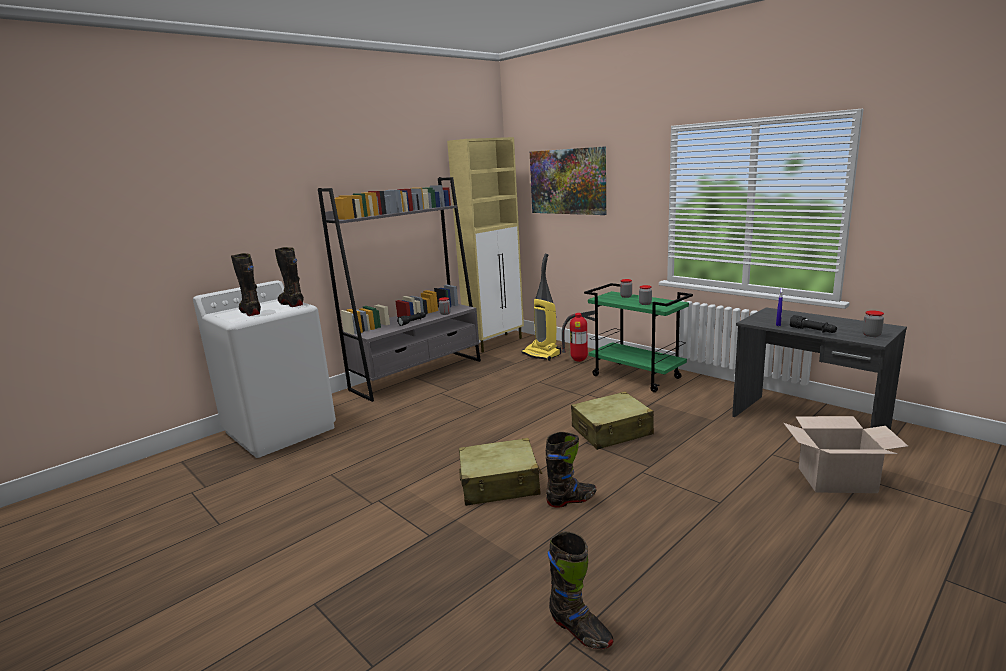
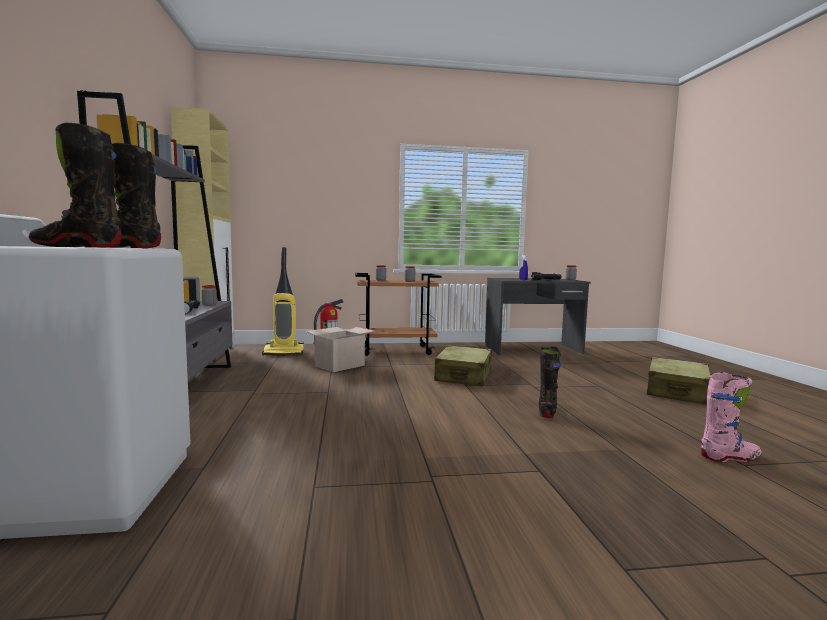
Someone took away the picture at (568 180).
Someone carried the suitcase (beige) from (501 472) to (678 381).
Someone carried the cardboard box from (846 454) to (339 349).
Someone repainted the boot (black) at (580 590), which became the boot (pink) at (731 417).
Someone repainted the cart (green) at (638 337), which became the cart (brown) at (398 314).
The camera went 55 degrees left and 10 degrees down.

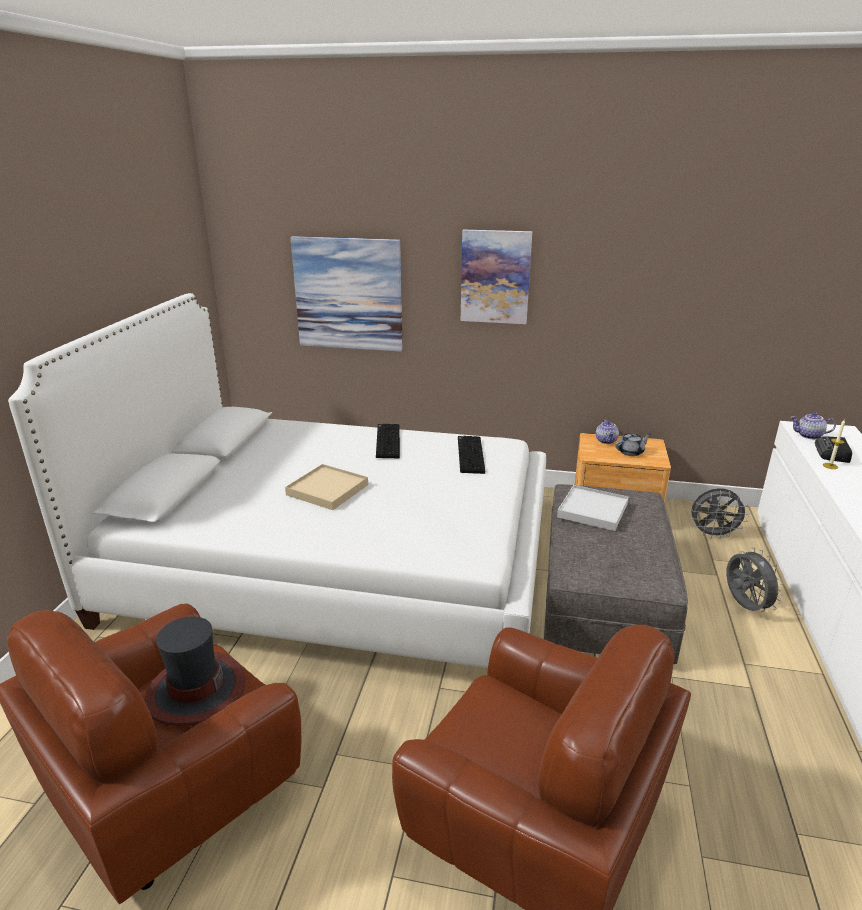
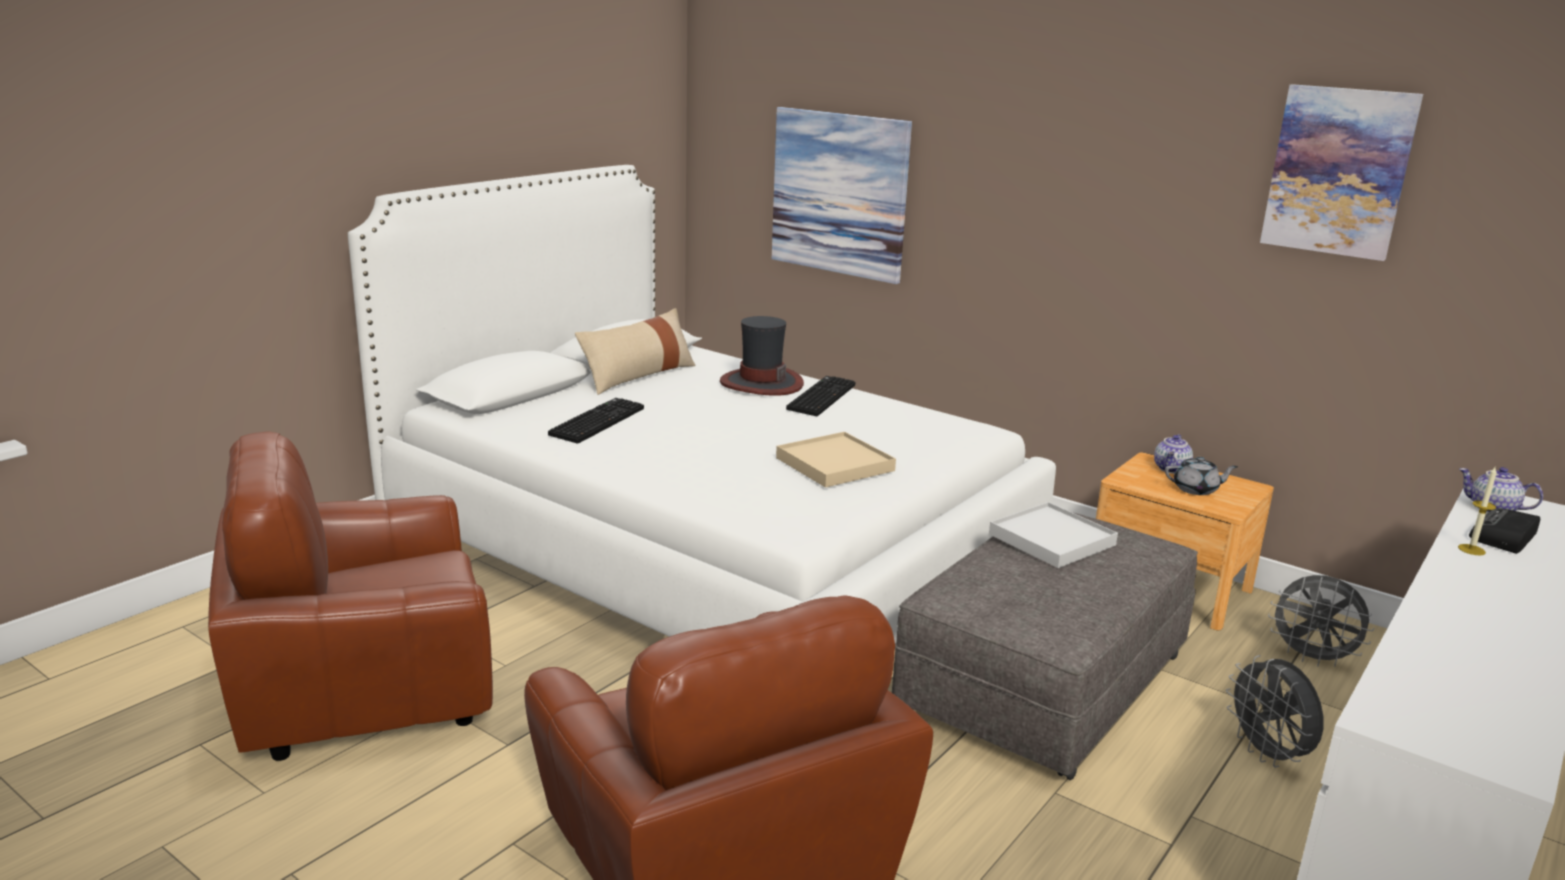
Someone put down the pillow (beige) at (635 351).
Someone carried the hat from (194 671) to (762 356).
Someone carried the tray (beige) from (326 487) to (836 460).
Someone carried the keyboard from (471 455) to (596 421).
Someone carried the picture from (496 277) to (1341 172).
Someone rotated the fan (grey) at (755 579) by 150 degrees clockwise.
The camera went 25 degrees right and 5 degrees down.

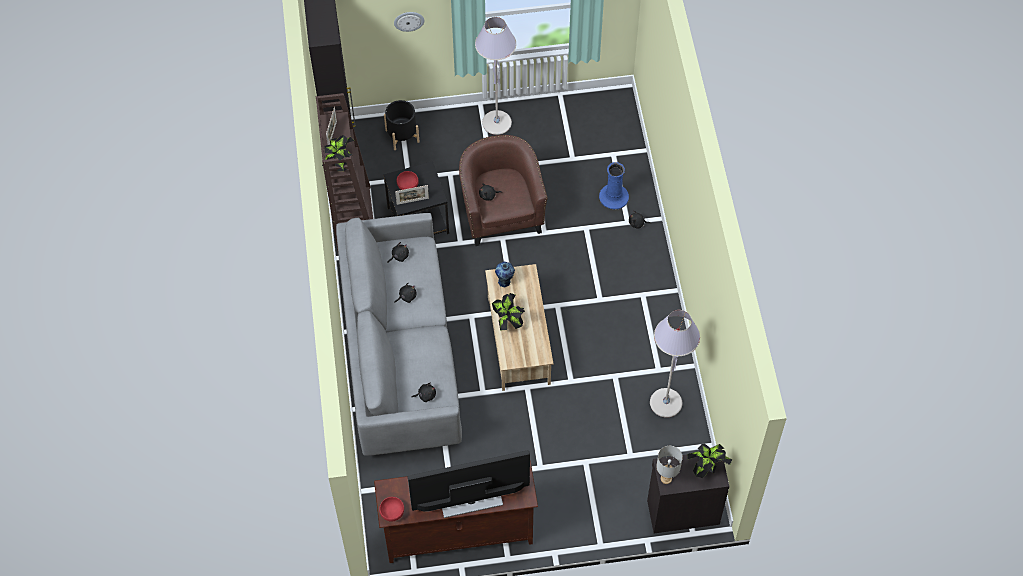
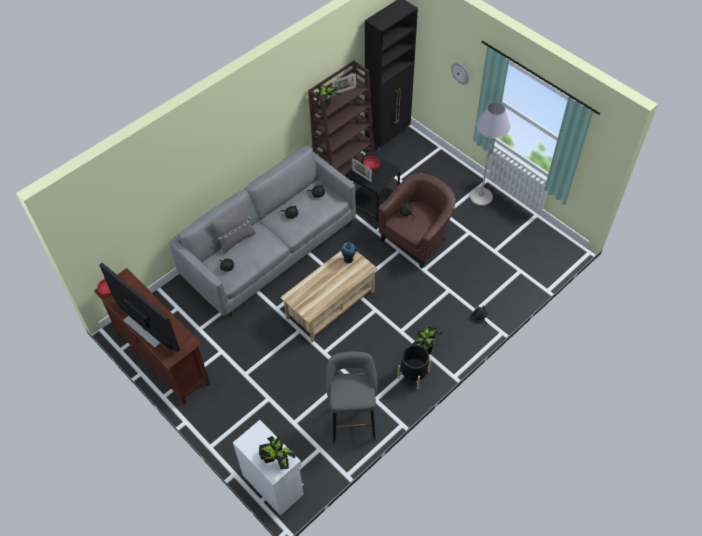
Someone took away the vase (blue) at (614 186).
Someone took away the table lamp (grey) at (669 465).
Someone put down the pillow (grey) at (233 228).
Someone carried the planter (black) from (402 125) to (414 367).
Someone carried the potted plant from (508 311) to (427 341).
Someone swapped the floor lamp (grey) at (675 364) for the stool (grey) at (352 398).
Someone repainted the cabinet (black) at (688 494), which became the cabinet (white) at (269 468).
The camera went 55 degrees right and 5 degrees down.

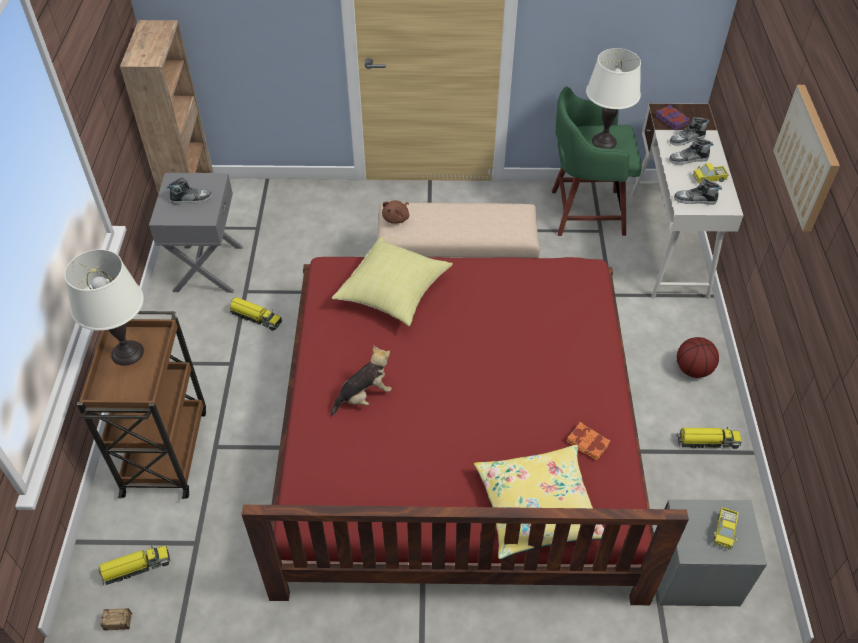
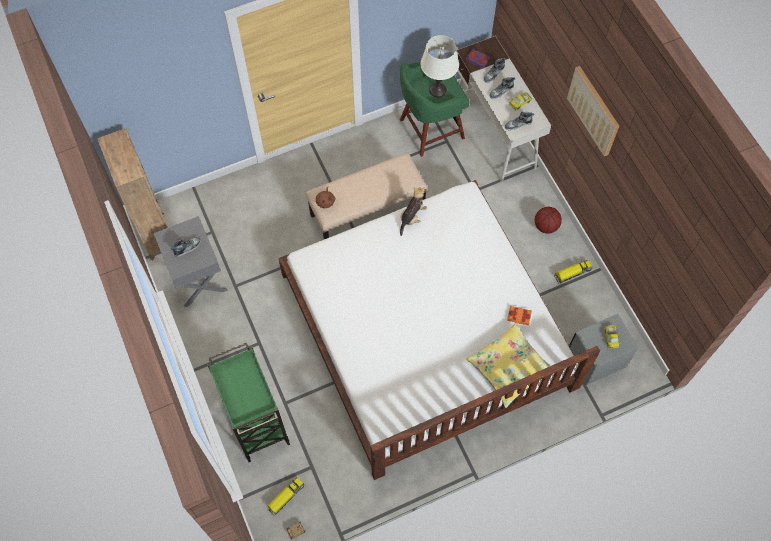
Someone took away the table lamp (white) at (104 307).
Someone took away the toy truck at (256 314).
Someone took away the pillow (yellow) at (392 281).
Someone carried the plush toy from (361 380) to (413 211).
Someone repainted the cart (brown) at (141 405), which became the cart (green) at (248 402).
Someone repainted the bed (red) at (465 431), which became the bed (white) at (439 330).
The camera went 25 degrees left and 15 degrees up.

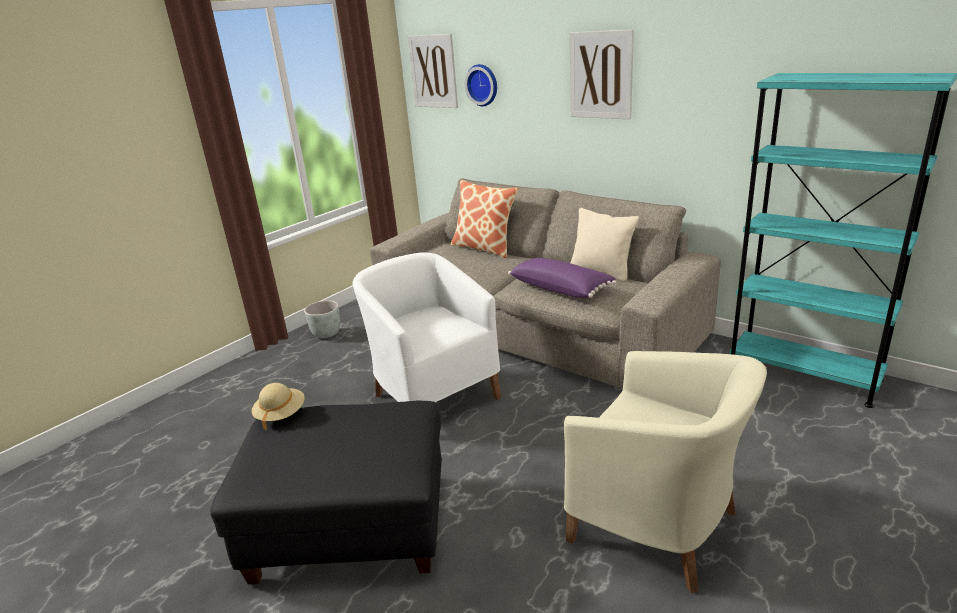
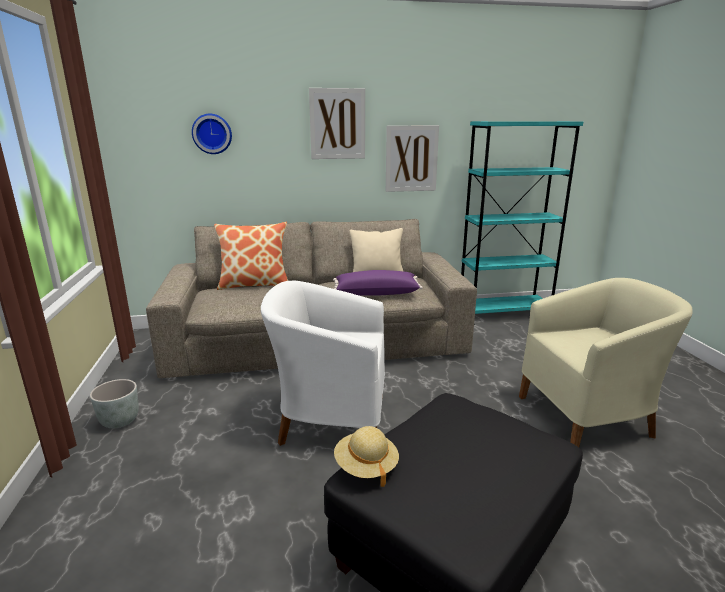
Someone carried the picture from (433 71) to (412 158).
The camera went 50 degrees left and 5 degrees down.

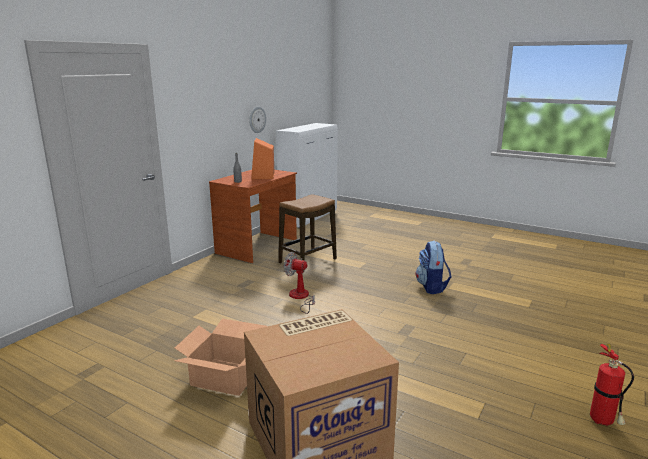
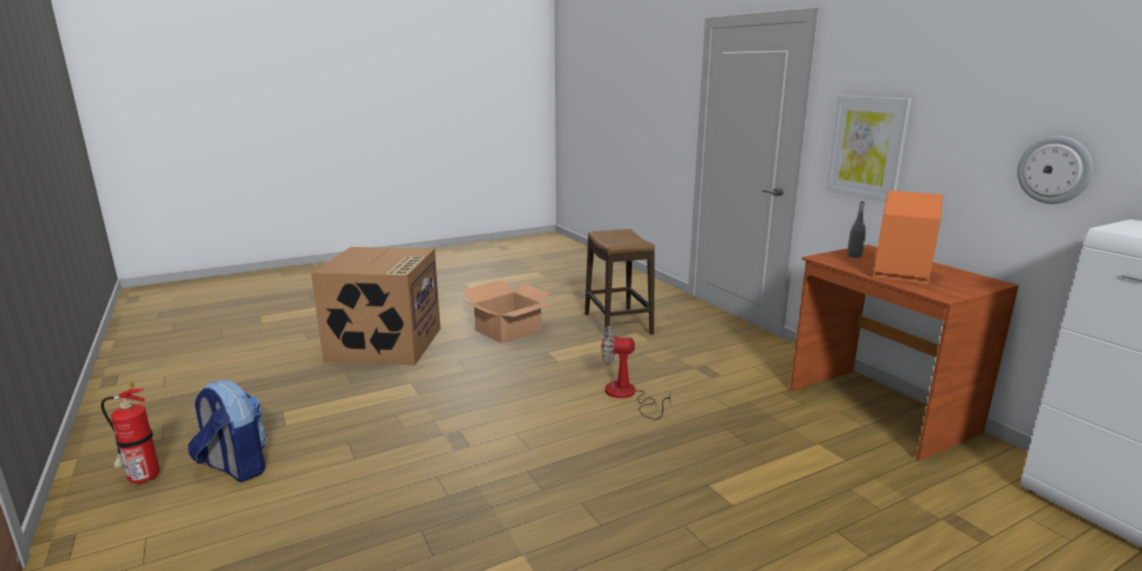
Someone put up the picture at (869 148).
Someone carried the stool from (308 228) to (620 284).
Someone carried the backpack from (433 267) to (227 431).
Someone rotated the fan at (299 283) by 135 degrees counterclockwise.
The camera went 120 degrees right and 0 degrees up.

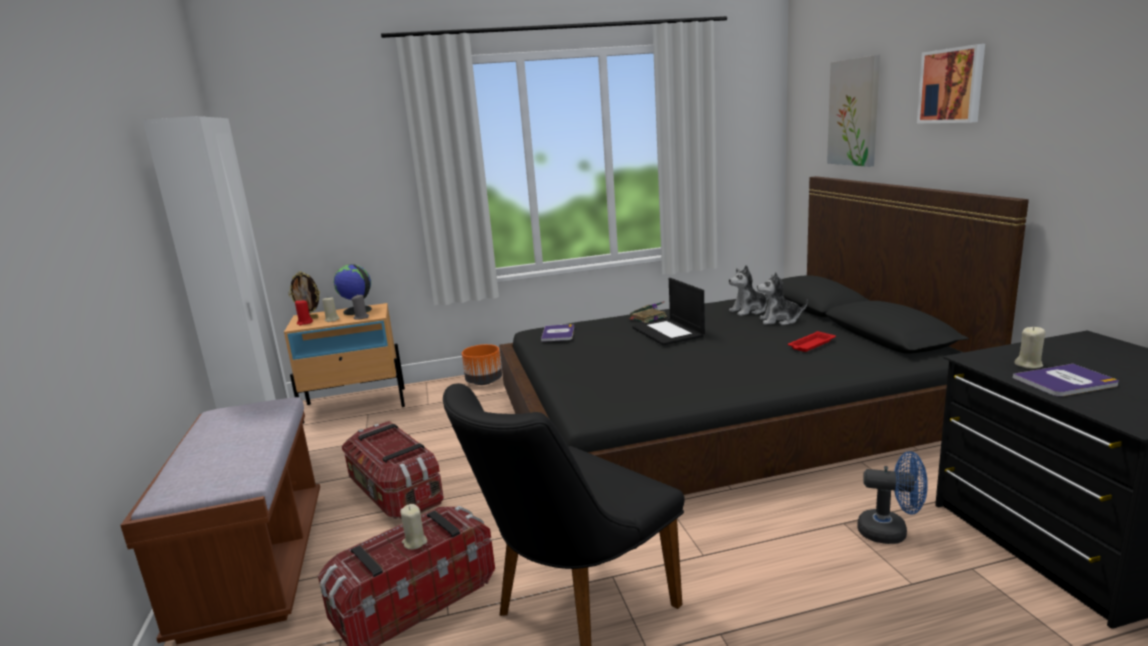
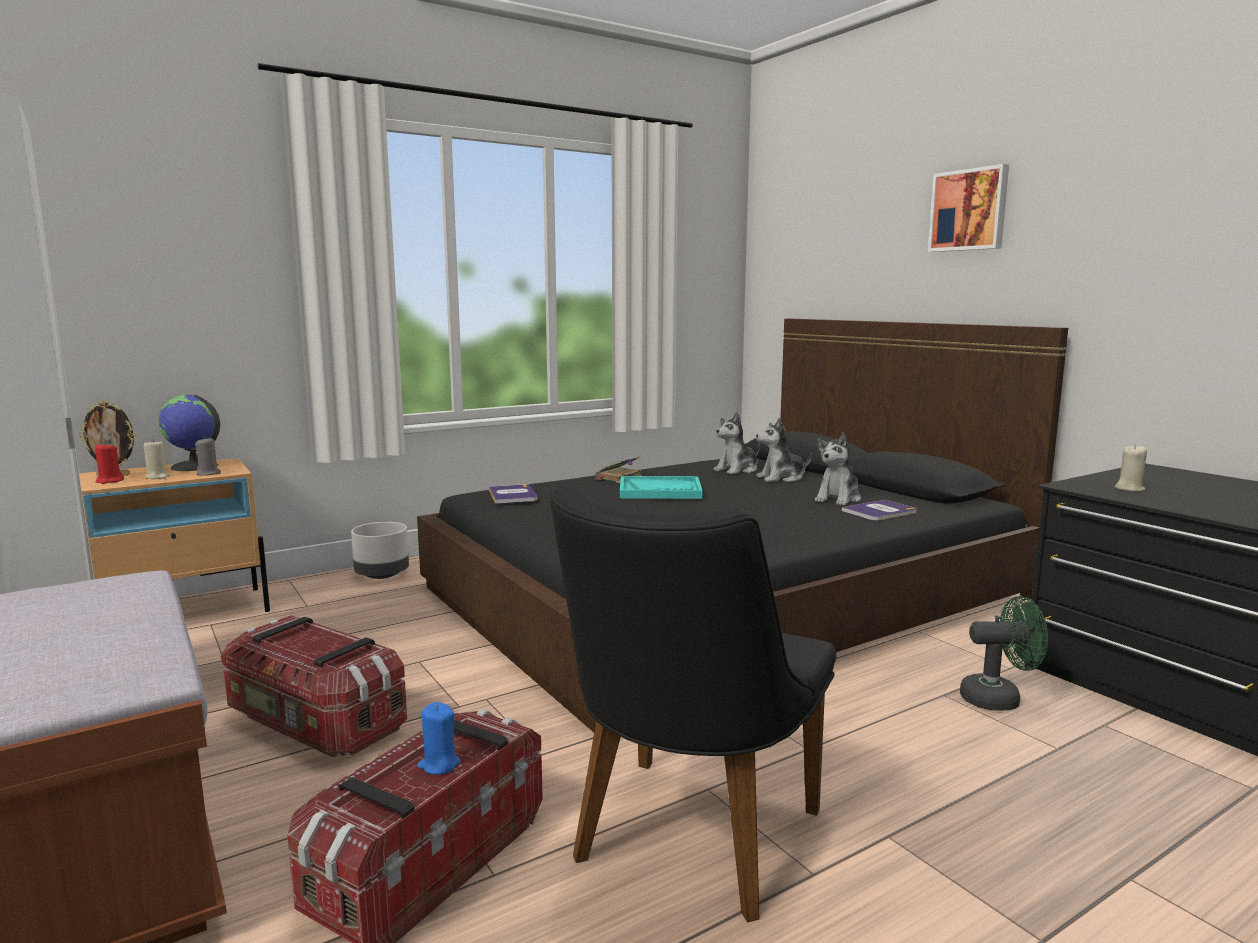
Someone took away the picture at (853 111).
Someone carried the book from (1066 380) to (879 510).
Someone swapped the laptop at (668 311) for the tray (turquoise) at (661 487).
Someone swapped the tray (red) at (812 341) for the plush toy at (838 469).
Someone repainted the candle (beige) at (413 527), which became the candle (blue) at (439 738).
Someone repainted the planter (orange) at (482 364), which became the planter (grey) at (380 550).
Someone repainted the fan (blue) at (892 497), which became the fan (green) at (1004 653).
The camera went 20 degrees left and 5 degrees down.

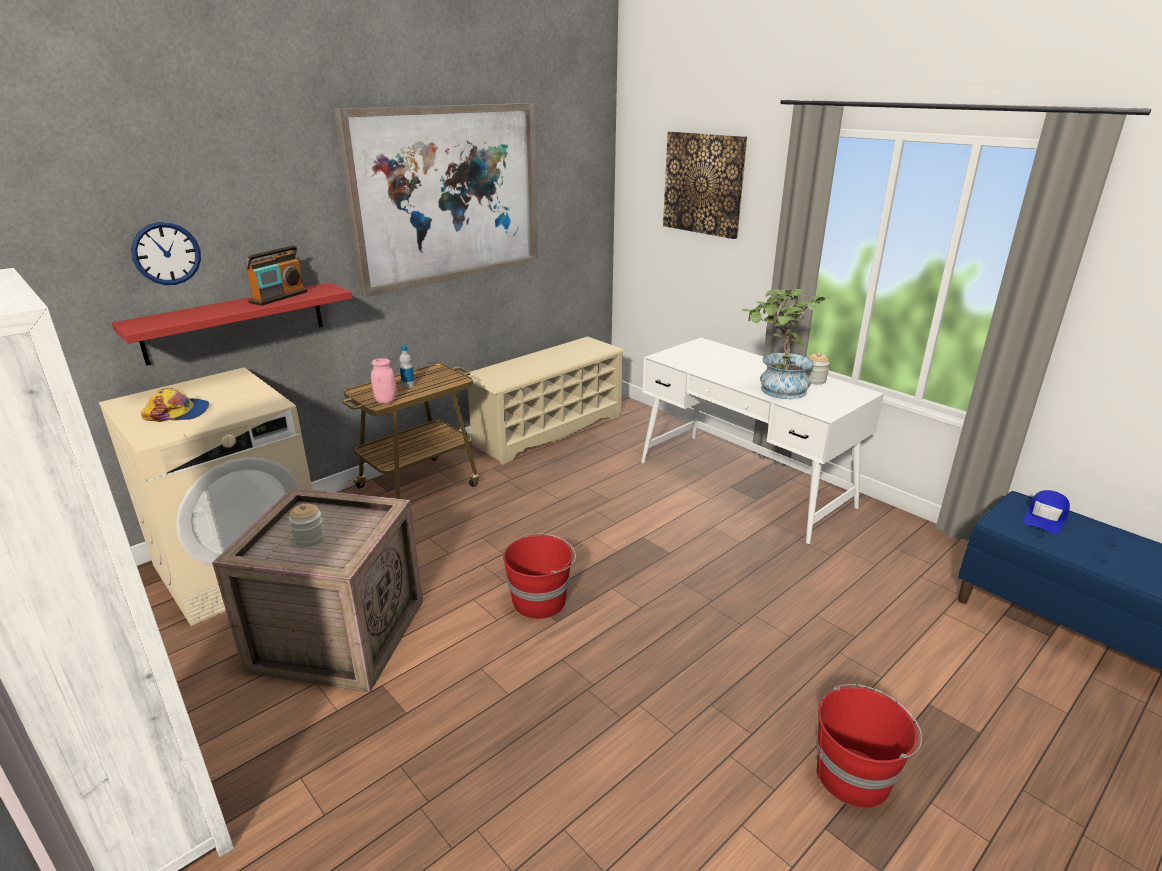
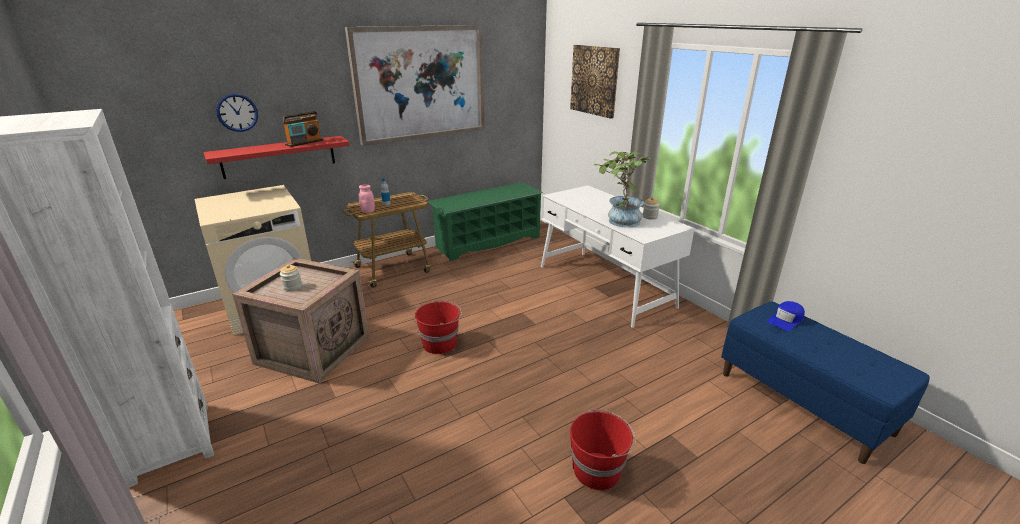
Someone took away the cap at (175 405).
Someone repainted the shoe rack (beige) at (544 400), which became the shoe rack (green) at (485 221).
The camera went 10 degrees right and 0 degrees up.

